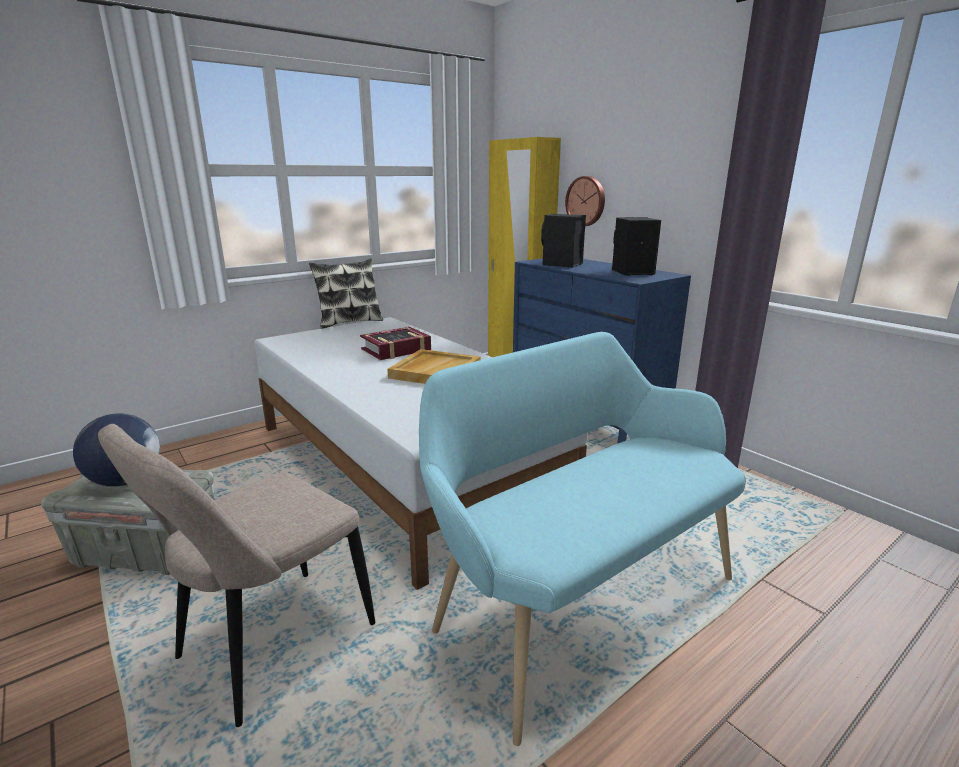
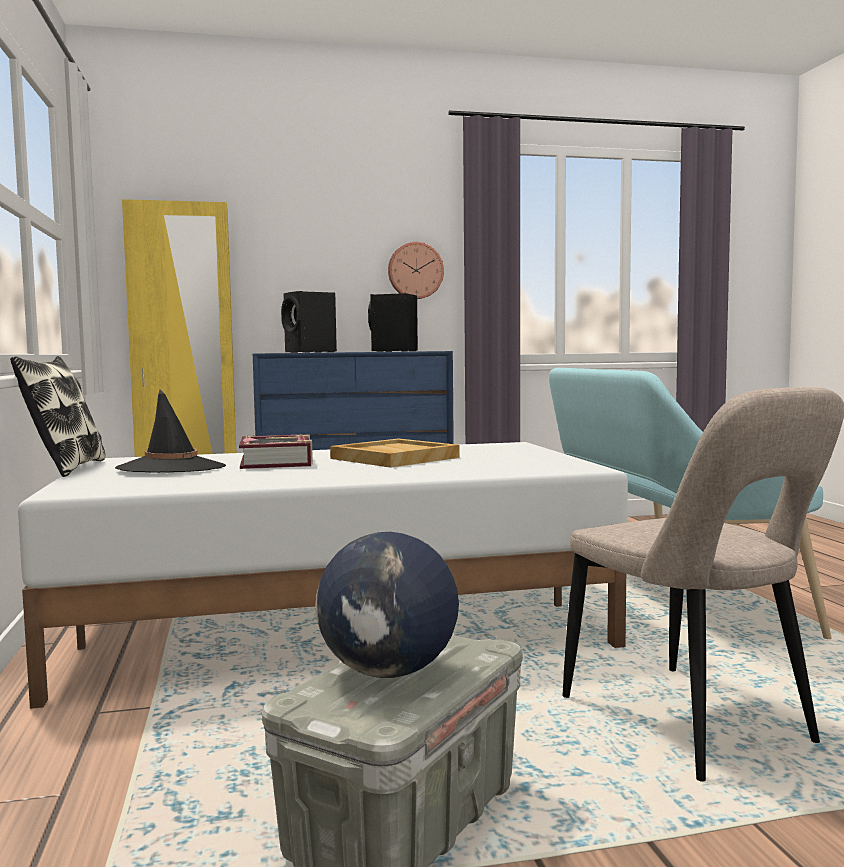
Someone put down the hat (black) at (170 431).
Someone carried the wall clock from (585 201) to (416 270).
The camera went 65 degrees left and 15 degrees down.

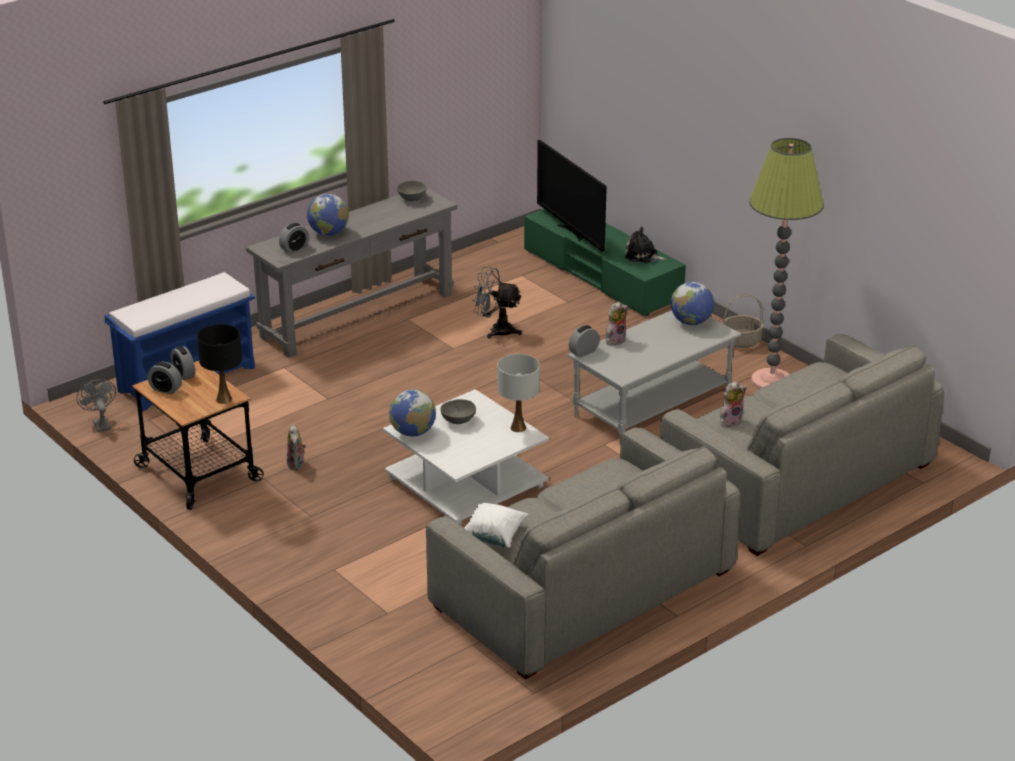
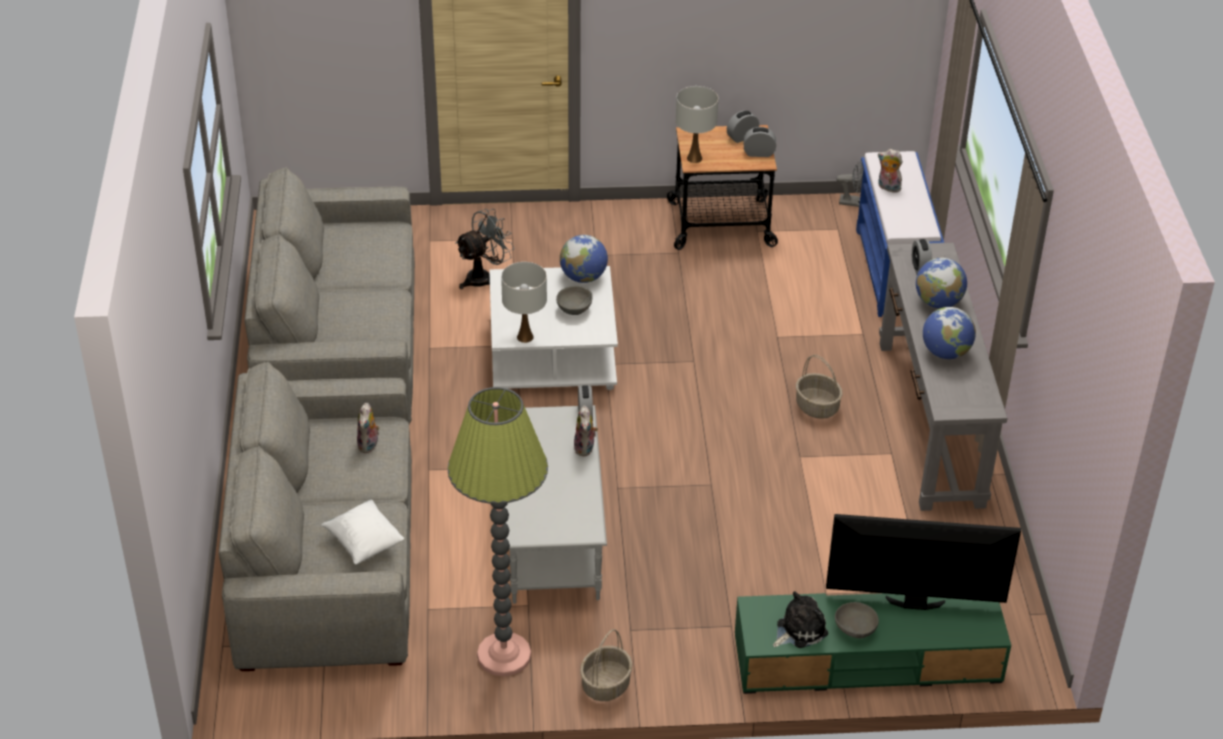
Someone put down the basket at (819 387).
Someone carried the plush toy from (296 447) to (890 171).
Someone carried the bowl (grey) from (412 191) to (857 620).
Someone carried the pillow (white) from (496 525) to (362 532).
Someone carried the fan (grey) from (498 303) to (484 249).
Someone carried the globe from (692 303) to (949 333).
Someone repainted the table lamp (black) at (219 364), which became the table lamp (white) at (697 124).
The camera went 125 degrees right and 10 degrees up.

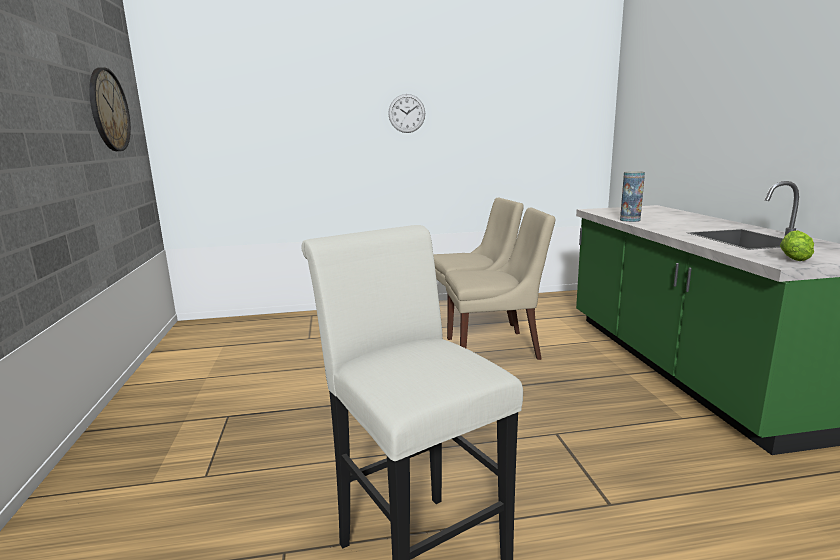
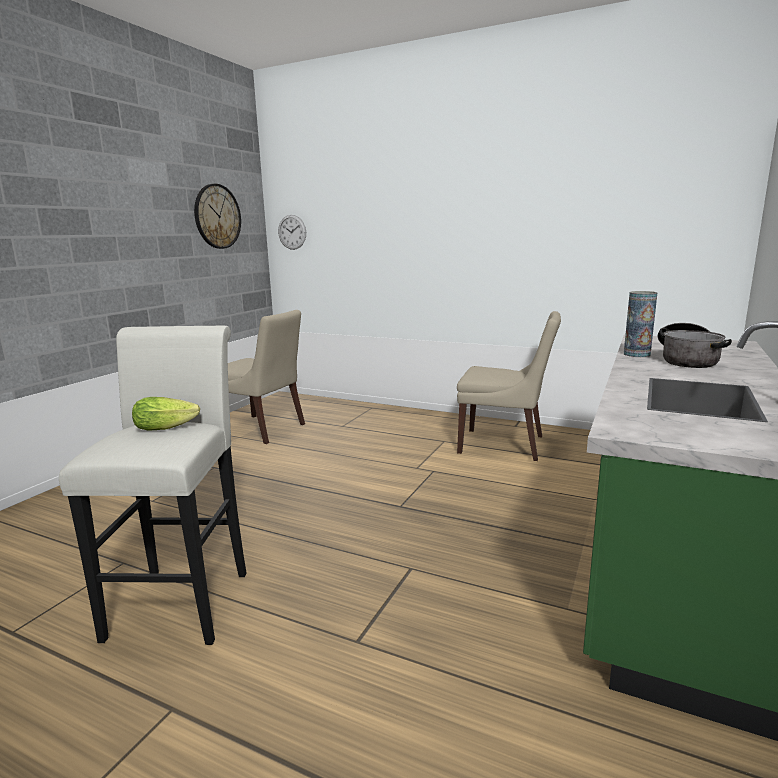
Someone put down the cooking pot at (695 345).
Someone carried the wall clock from (406 113) to (292 232).
Someone carried the chair (beige) from (500 284) to (266 377).
Someone carried the lettuce from (797 245) to (166 414).
The camera went 35 degrees right and 0 degrees up.

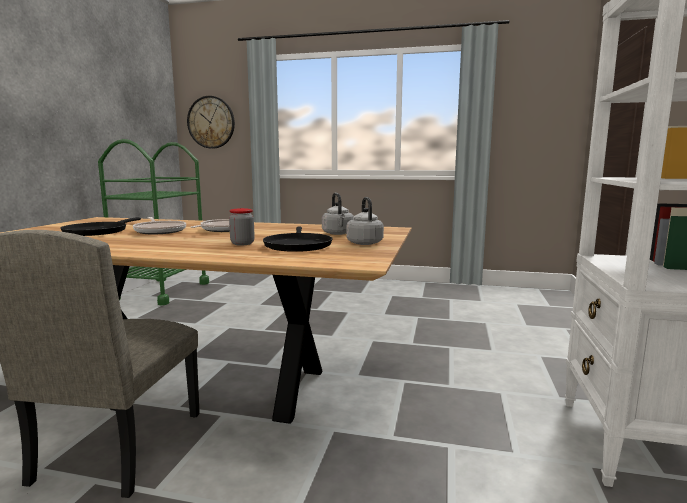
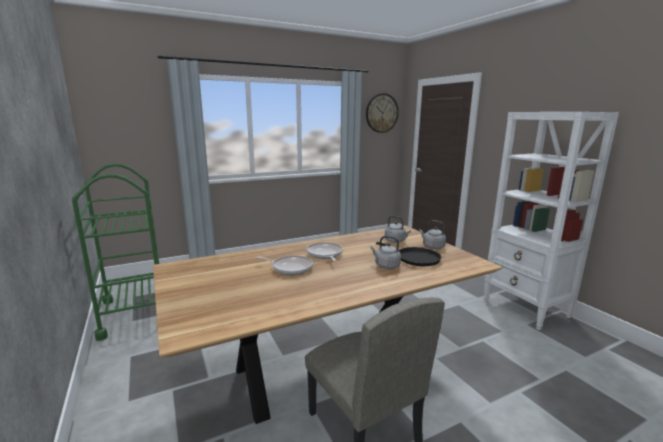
Someone took away the frying pan (black) at (100 226).
Someone carried the wall clock from (211 122) to (382 113).
Someone swapped the jar at (242 226) for the kettle (grey) at (385 252).
The camera went 40 degrees left and 5 degrees up.

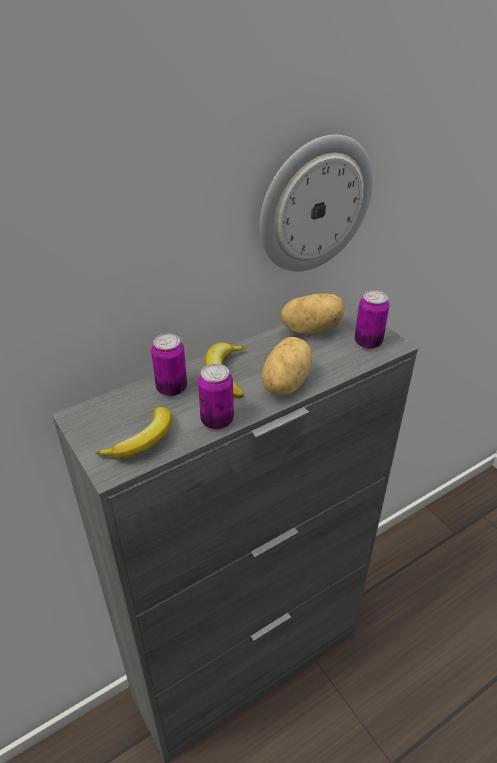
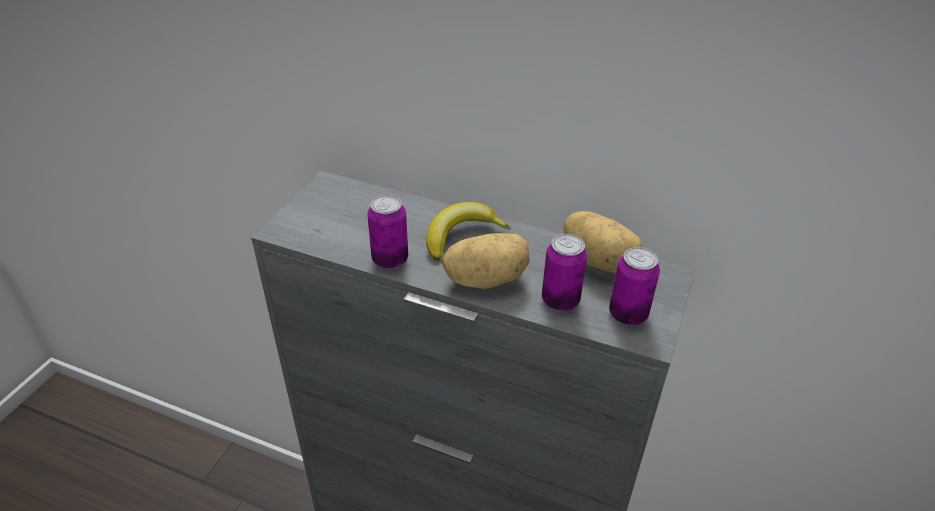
Someone took away the banana at (133 432).
Someone took away the wall clock at (316 203).
Someone carried the can from (169 364) to (565 272).
The camera went 55 degrees right and 0 degrees up.

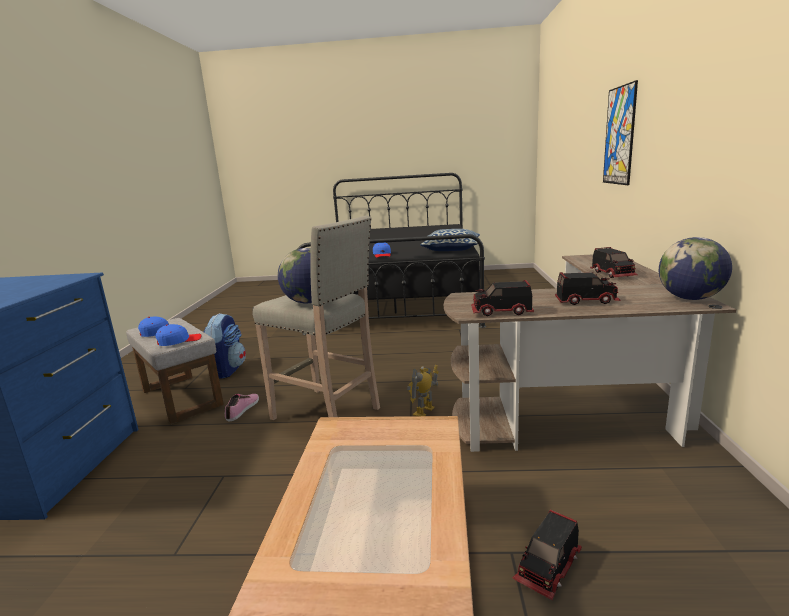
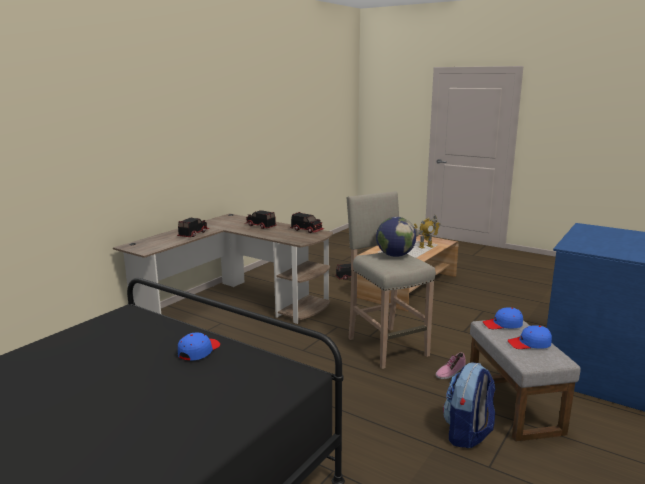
Someone took away the pillow at (450 240).
Someone took away the picture at (620 132).
Someone took away the globe at (695 268).
Someone carried the toy robot from (423 390) to (427 232).
The camera went 150 degrees left and 0 degrees up.

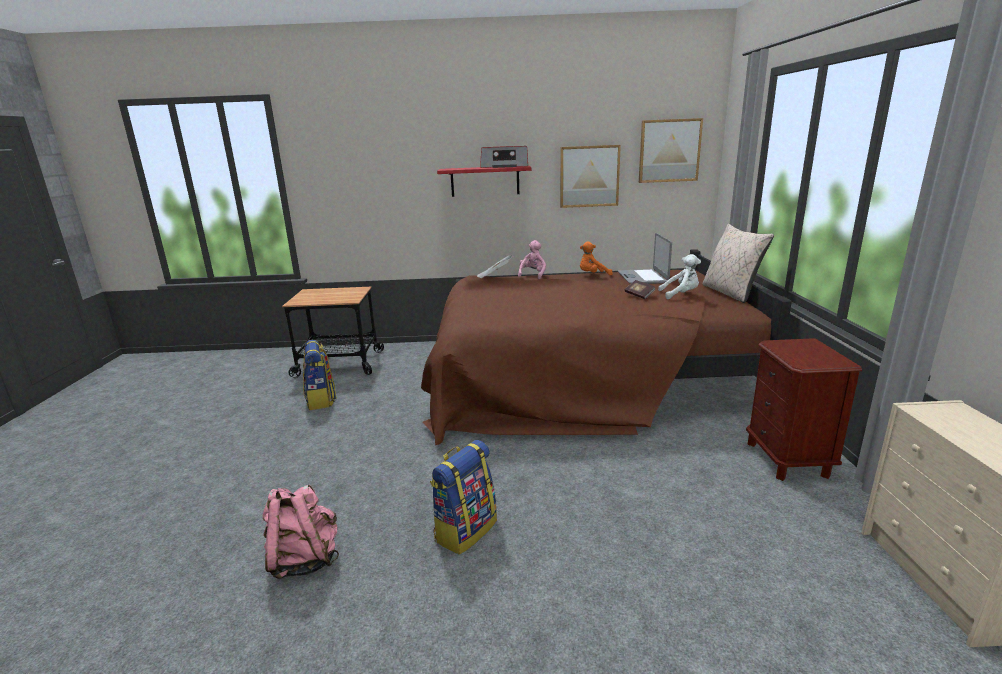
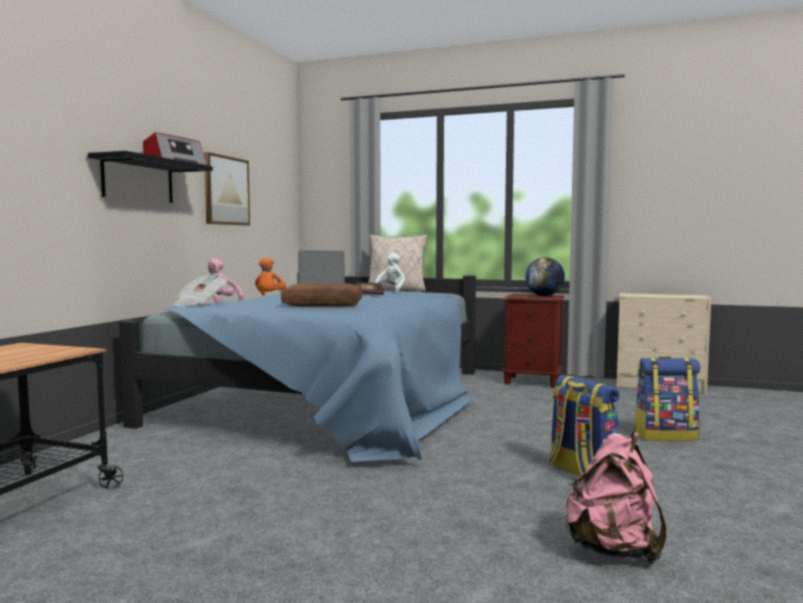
Someone took away the picture at (671 150).
Someone put down the pillow (brown) at (321 295).
Someone put down the globe at (545 276).
Someone carried the backpack from (320 375) to (667 398).
Someone repainted the bed (brown) at (606 347), which became the bed (blue) at (297 367).
Someone repainted the shelf (red) at (484 181), which became the shelf (black) at (150 177).
The camera went 70 degrees left and 15 degrees down.

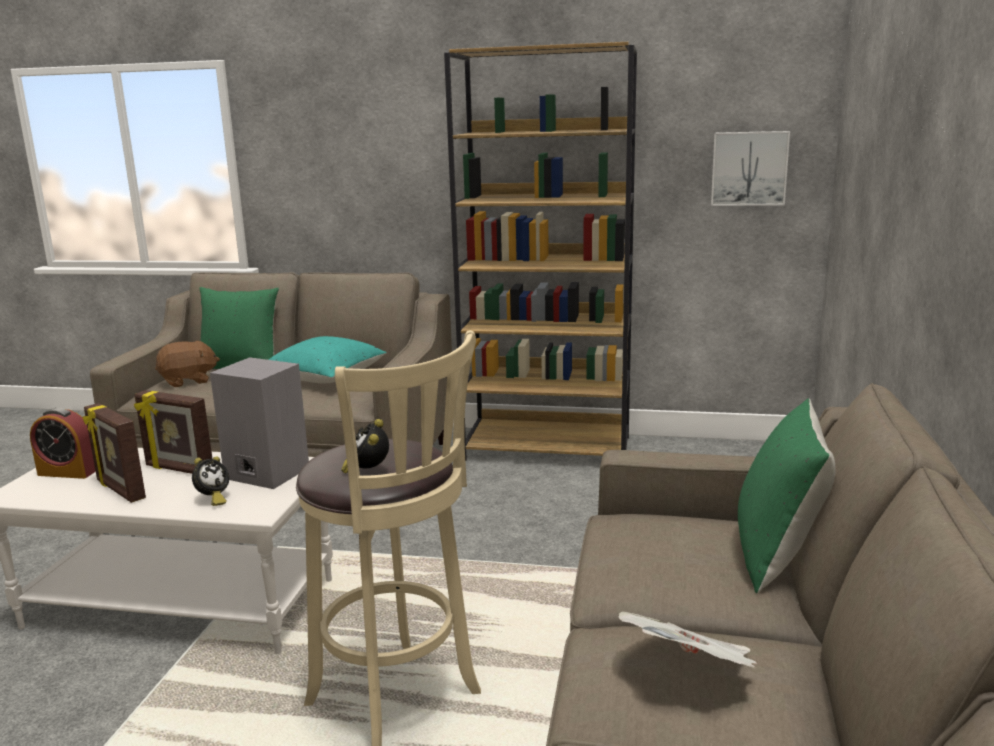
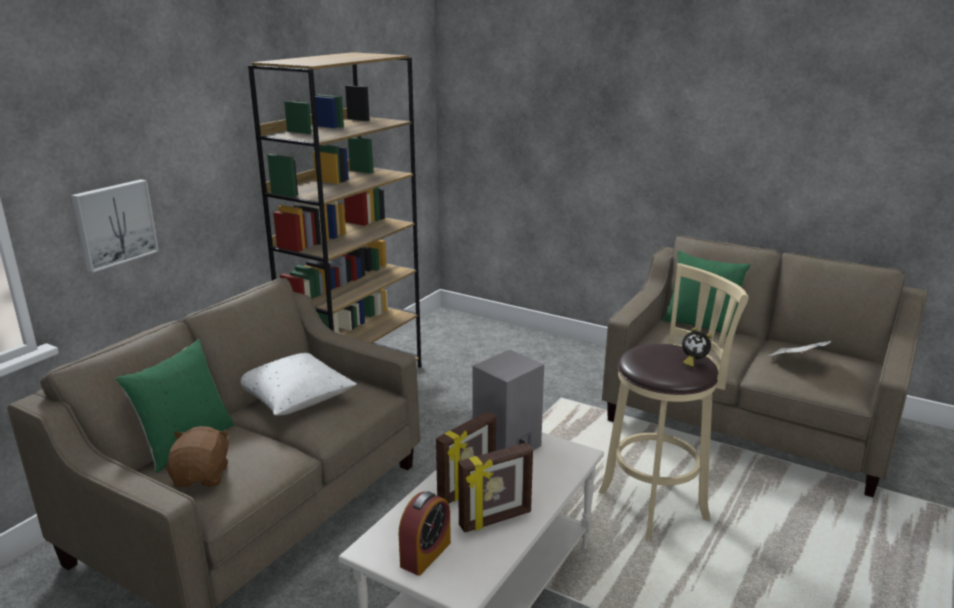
Someone took away the alarm clock at (210 481).
Someone carried the picture from (750 168) to (115 226).
Someone repainted the pillow (turquoise) at (328 359), which became the pillow (white) at (299 384).
The camera went 70 degrees left and 5 degrees up.

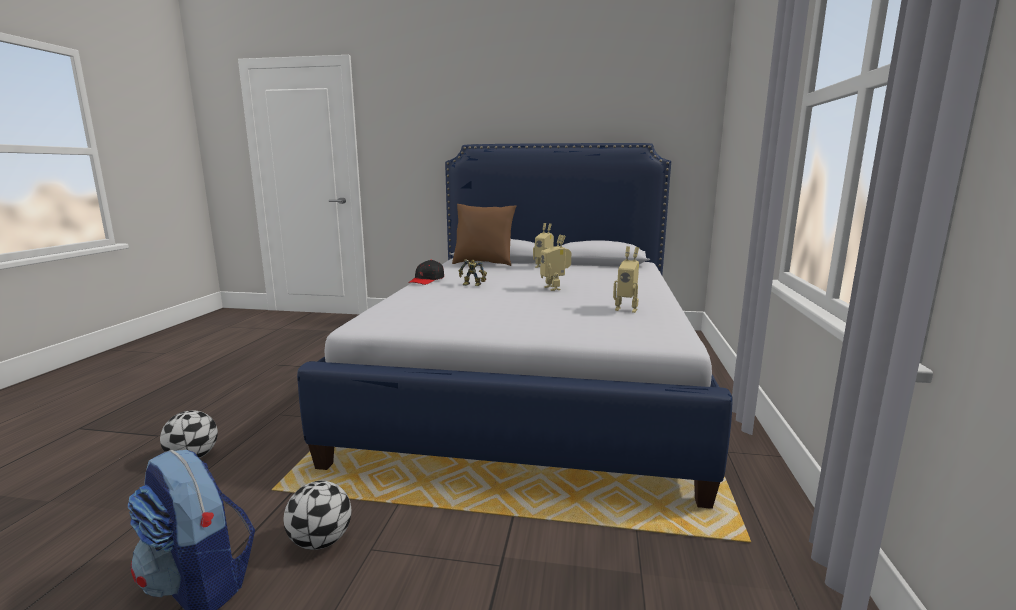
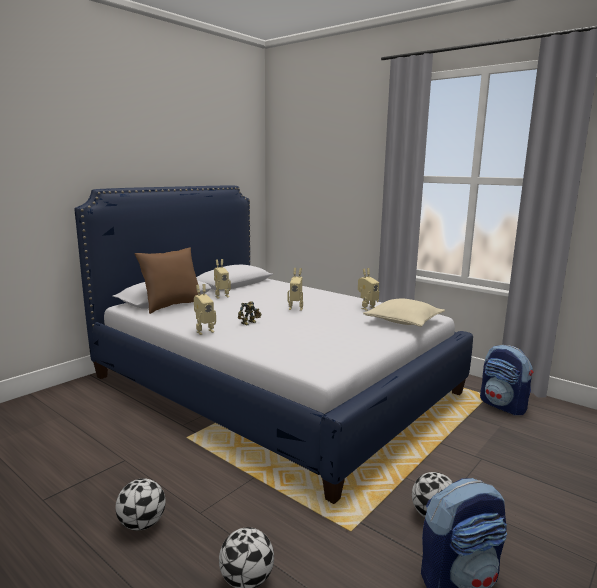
Someone put down the football at (140 504).
Someone put down the pillow (beige) at (404 313).
Someone put down the backpack at (507 380).
Someone swapped the cap (black) at (426 272) for the toy robot at (205 309).
The camera went 60 degrees left and 0 degrees up.

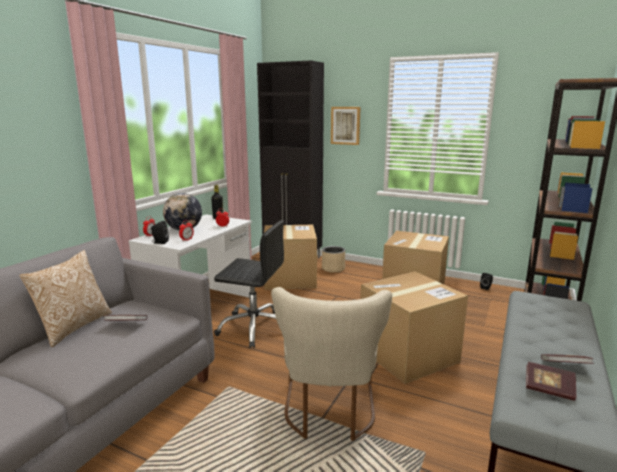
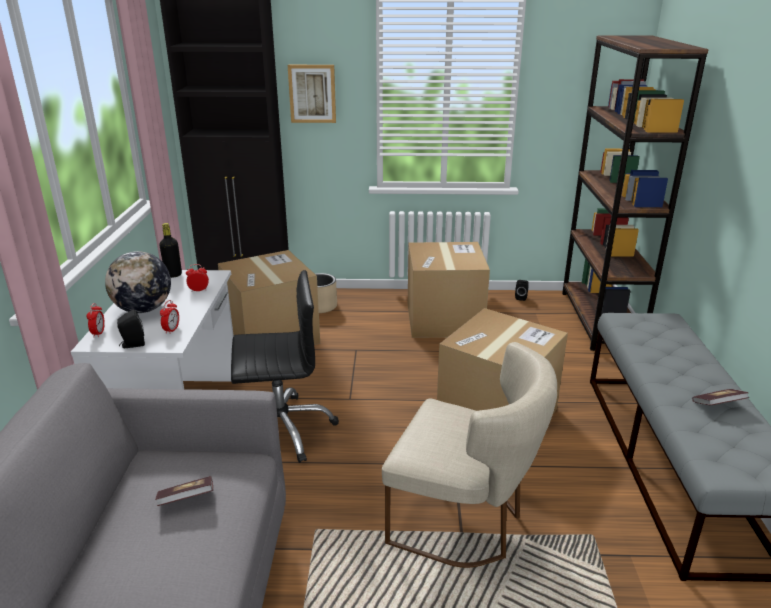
Someone took away the pillow at (66 298).
Someone took away the book at (551 381).
Someone rotated the chair (beige) at (331 364) by 45 degrees counterclockwise.
The camera went 25 degrees left and 10 degrees up.

